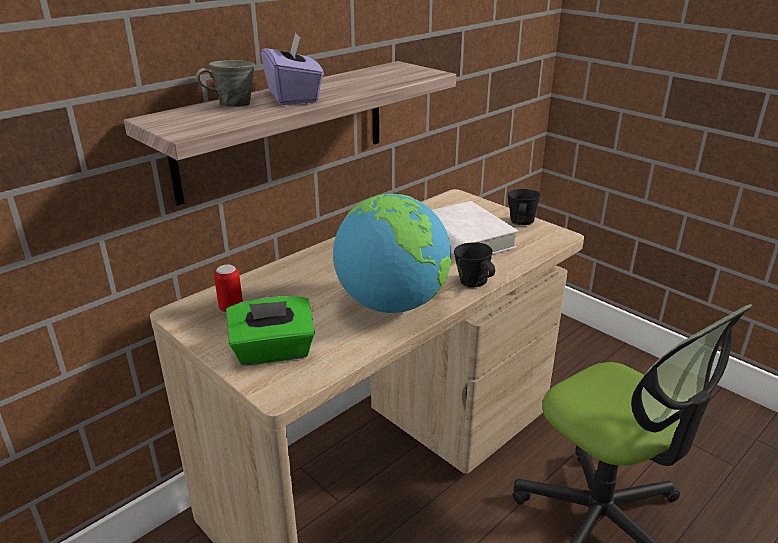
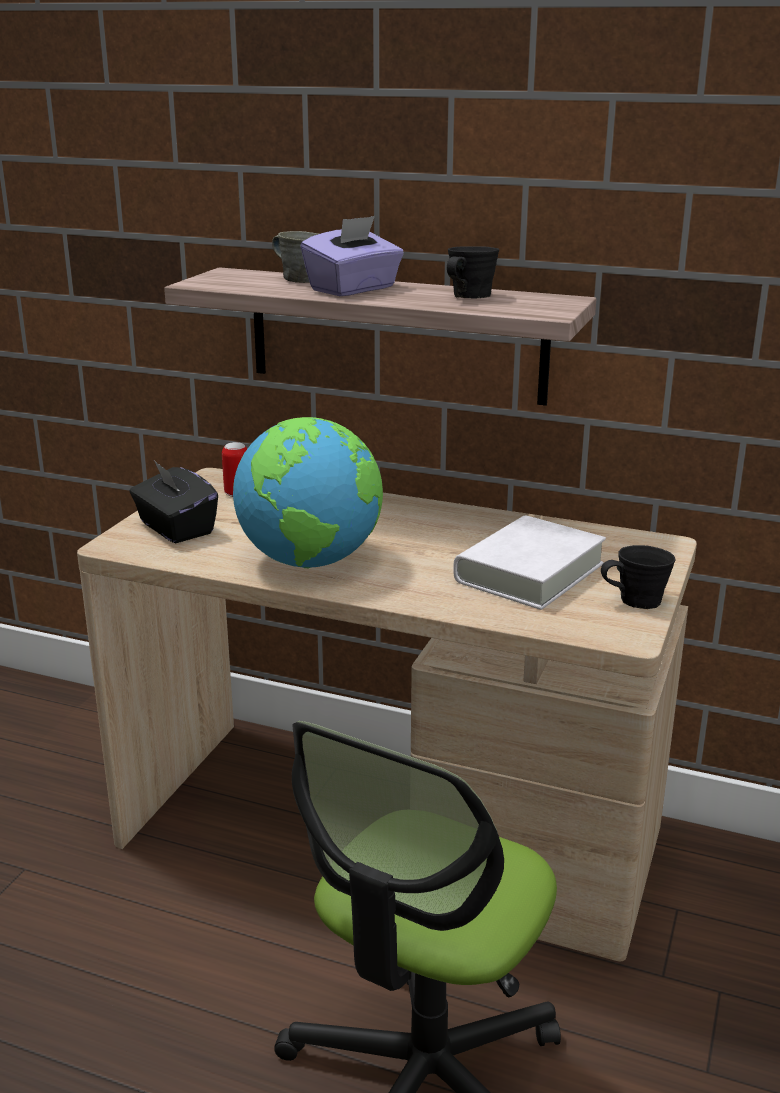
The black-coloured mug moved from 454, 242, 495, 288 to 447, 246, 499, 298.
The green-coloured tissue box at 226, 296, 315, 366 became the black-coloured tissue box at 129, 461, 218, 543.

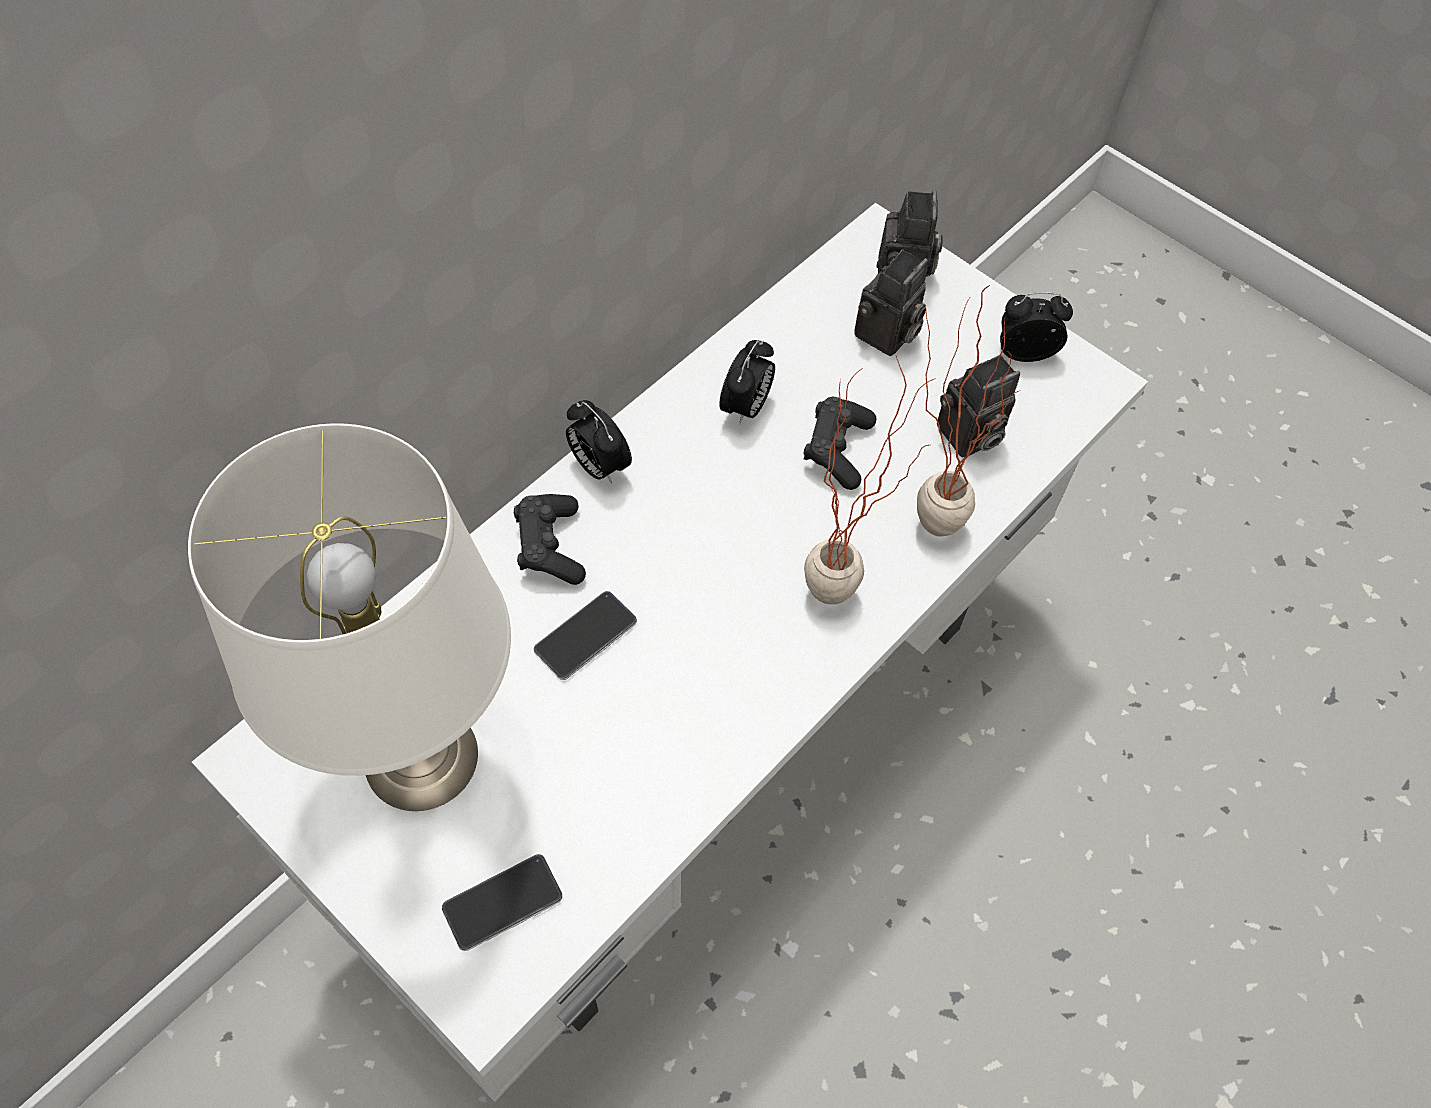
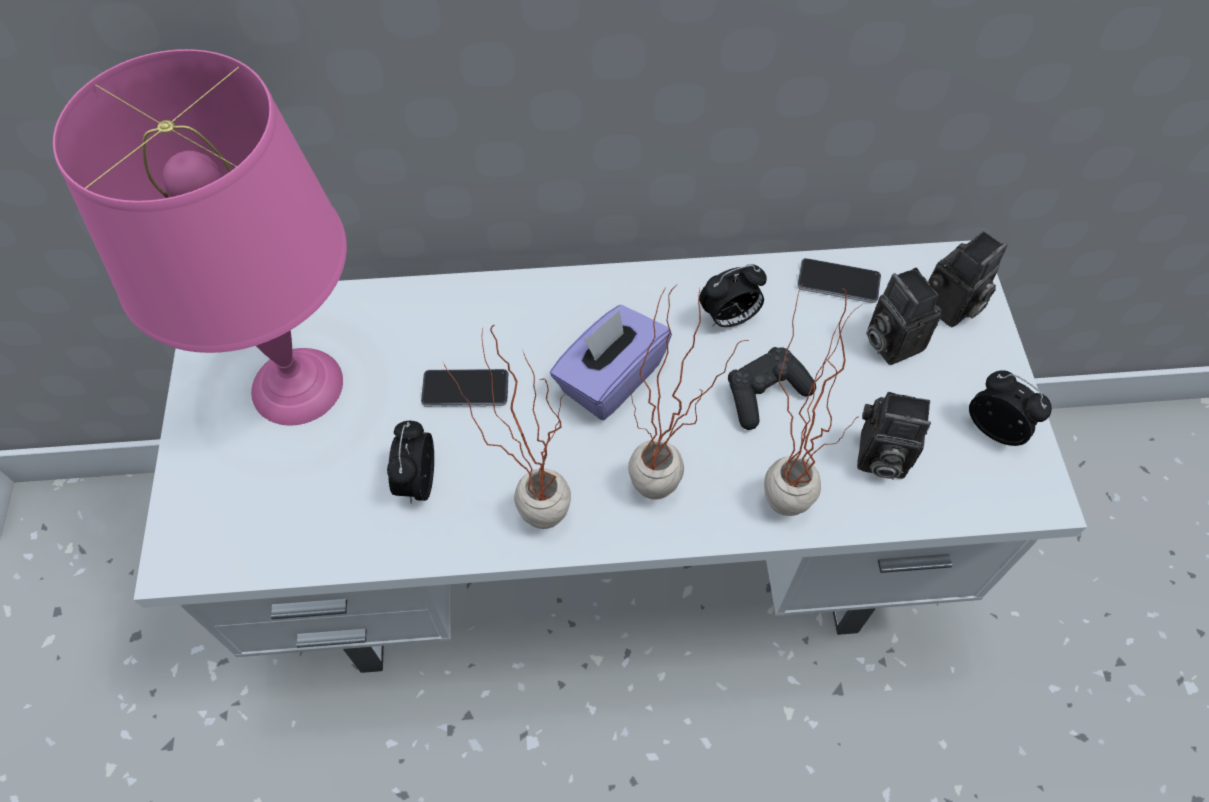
The still camera at 854, 249, 928, 356 turned 75 degrees clockwise.
The bedside clock moved from 566, 400, 632, 484 to 387, 421, 434, 504.
The whitish table lamp at 188, 423, 511, 811 became the pink table lamp at 53, 49, 347, 425.
The black-coloured gamepad at 514, 494, 586, 585 disappeared.
The phone moved from 442, 854, 563, 951 to 797, 258, 881, 303.
The purple tissue box at 550, 305, 672, 420 appeared.
The houseplant at 443, 325, 571, 529 appeared.

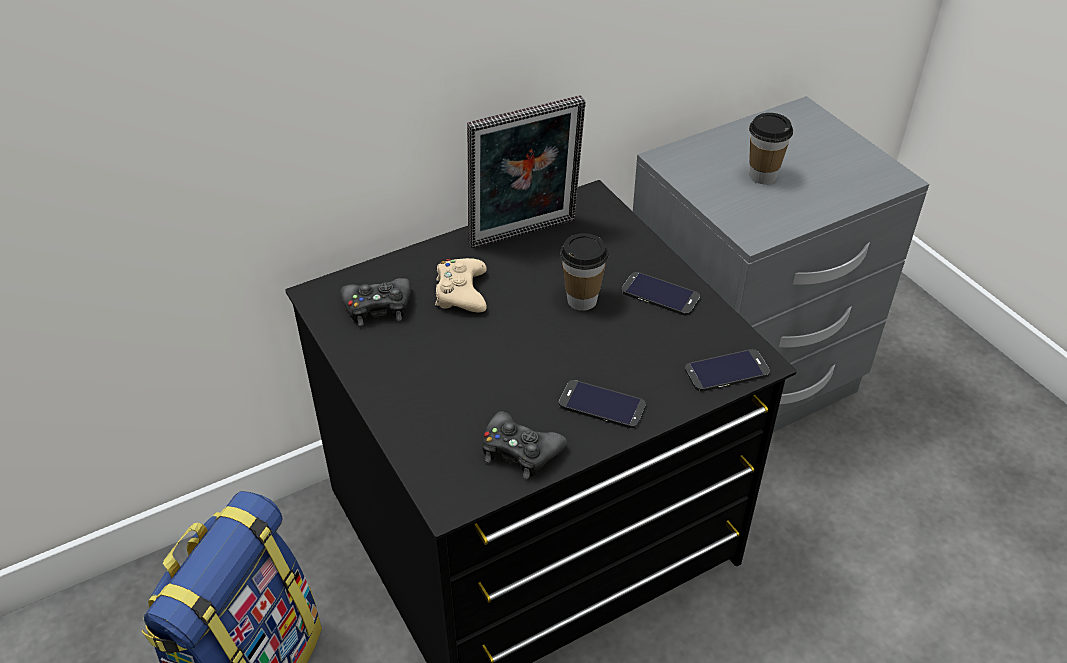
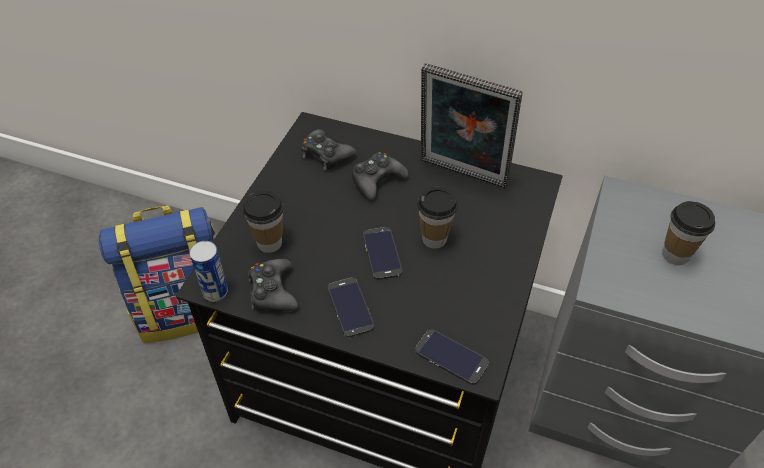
The sand-coloured gamepad at 435, 258, 487, 312 became the black-coloured gamepad at 352, 152, 409, 200.
The phone moved from 622, 272, 700, 315 to 363, 227, 402, 280.
The small cup at 243, 191, 284, 253 appeared.
The metal can at 189, 241, 228, 302 appeared.

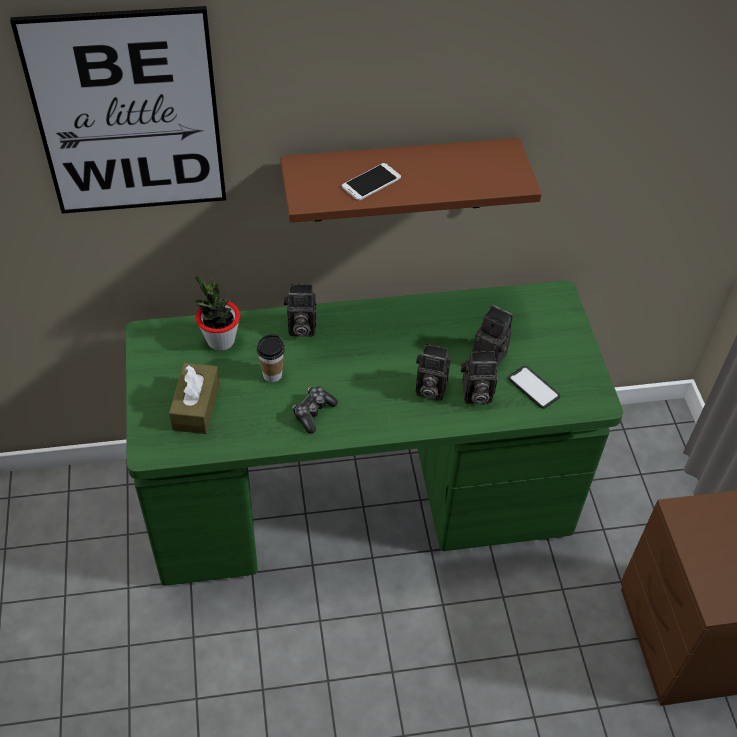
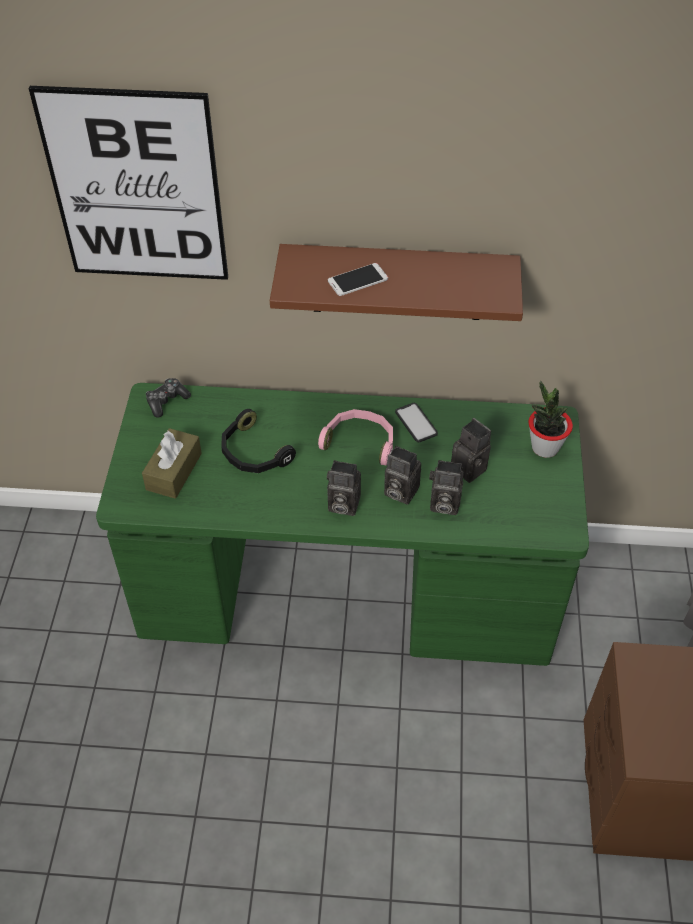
The houseplant moved from 195, 274, 240, 351 to 529, 381, 573, 458.
The still camera moved from 284, 284, 316, 337 to 327, 460, 361, 516.
The small cup at 257, 334, 285, 382 was replaced by the black-coloured headset at 221, 409, 296, 473.
The phone moved from 508, 366, 560, 409 to 395, 403, 438, 442.
The gamepad moved from 292, 386, 338, 433 to 146, 378, 191, 418.
The pink headset at 318, 409, 393, 465 appeared.

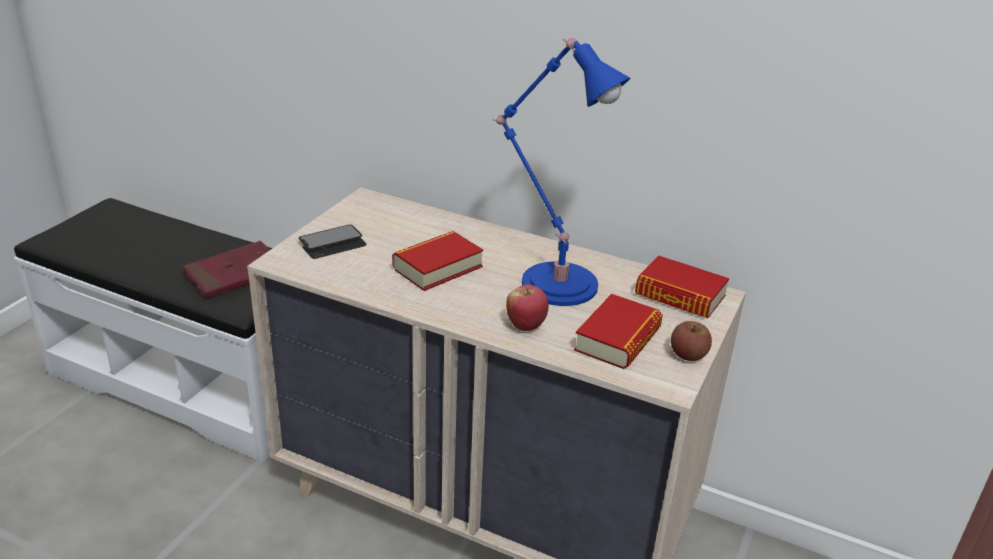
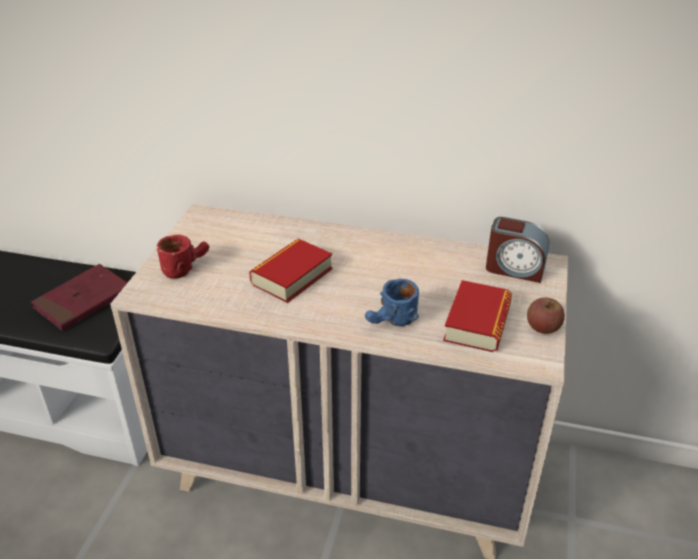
The blue-coloured table lamp at 492, 38, 631, 306 disappeared.
The phone at 299, 224, 366, 259 was replaced by the reddish mug at 157, 235, 209, 278.
The book at 635, 255, 729, 318 was replaced by the bedside clock at 486, 217, 549, 283.
The apple fruit at 506, 284, 548, 331 was replaced by the blue-coloured mug at 365, 279, 419, 326.

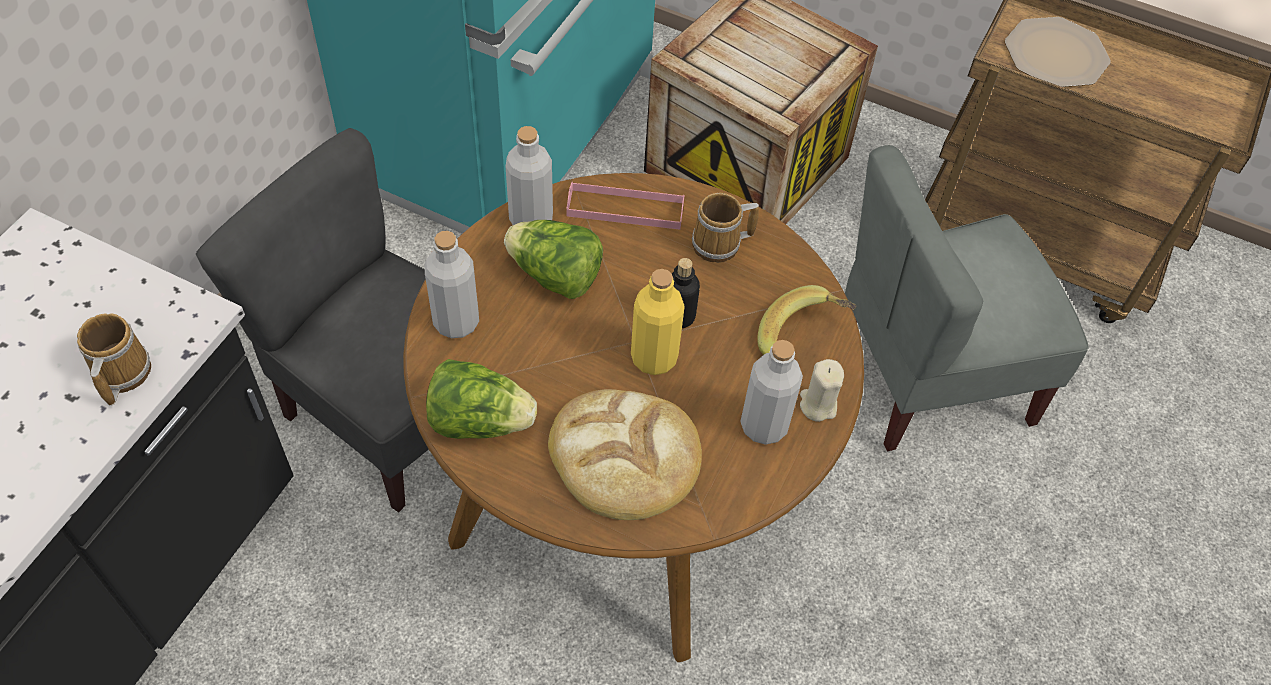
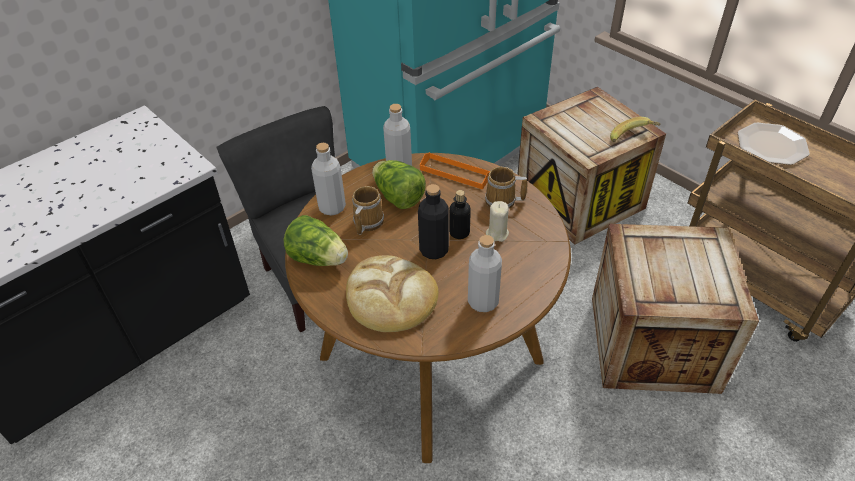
The greyish plain chair at 845, 145, 1089, 452 was replaced by the packing crate at 592, 224, 759, 394.
The pink tray at 566, 182, 685, 230 became the orangey tray at 420, 152, 490, 189.
The yellow-coloured drink bottle at 631, 269, 685, 375 became the black-coloured drink bottle at 418, 184, 449, 259.
The whole banana moved from 757, 285, 857, 355 to 610, 117, 661, 142.
The mug moved from 77, 313, 151, 406 to 352, 186, 384, 235.
The sand-coloured candle moved from 800, 359, 844, 422 to 486, 201, 509, 242.

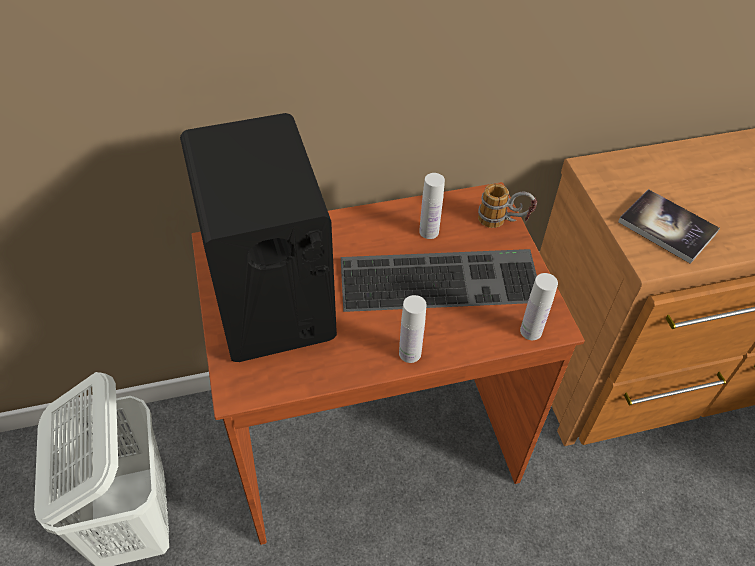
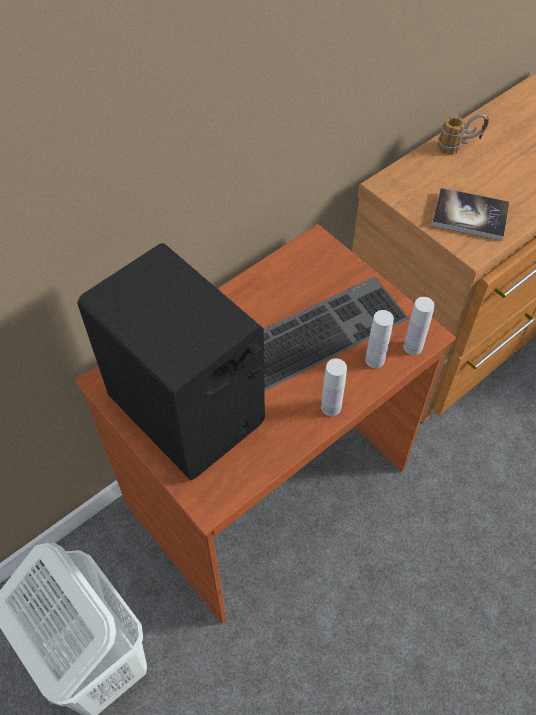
The whitish drink bottle moved from 419, 173, 445, 239 to 365, 310, 394, 368.
The mug moved from 478, 183, 537, 228 to 438, 114, 489, 155.

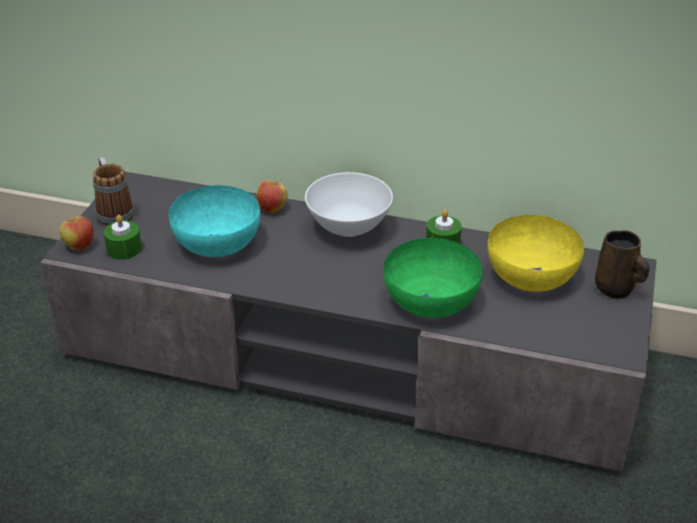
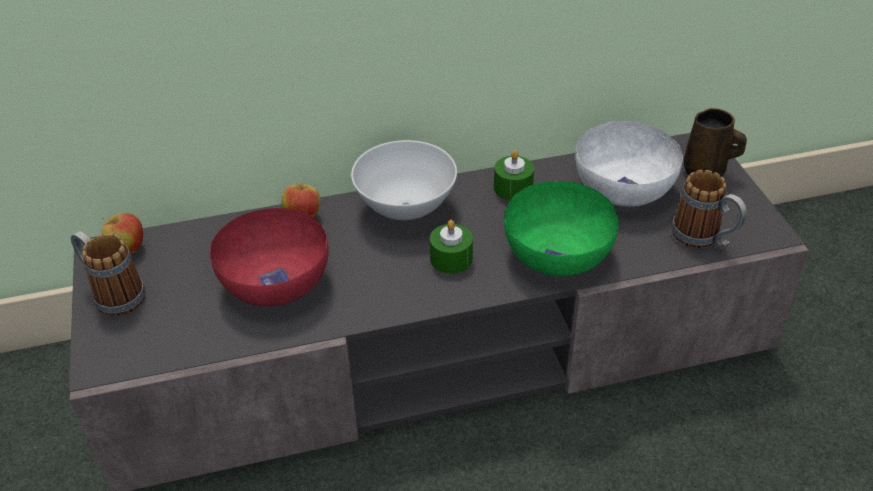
The turquoise bowl at 169, 185, 260, 257 became the reddish bowl at 210, 208, 329, 306.
The apple fruit moved from 59, 215, 93, 250 to 101, 213, 143, 254.
The green-coloured candle moved from 104, 215, 142, 260 to 430, 220, 473, 274.
The yellow-coloured bowl at 488, 215, 584, 292 became the whitish bowl at 575, 121, 683, 207.
The mug at 672, 170, 747, 249 appeared.

